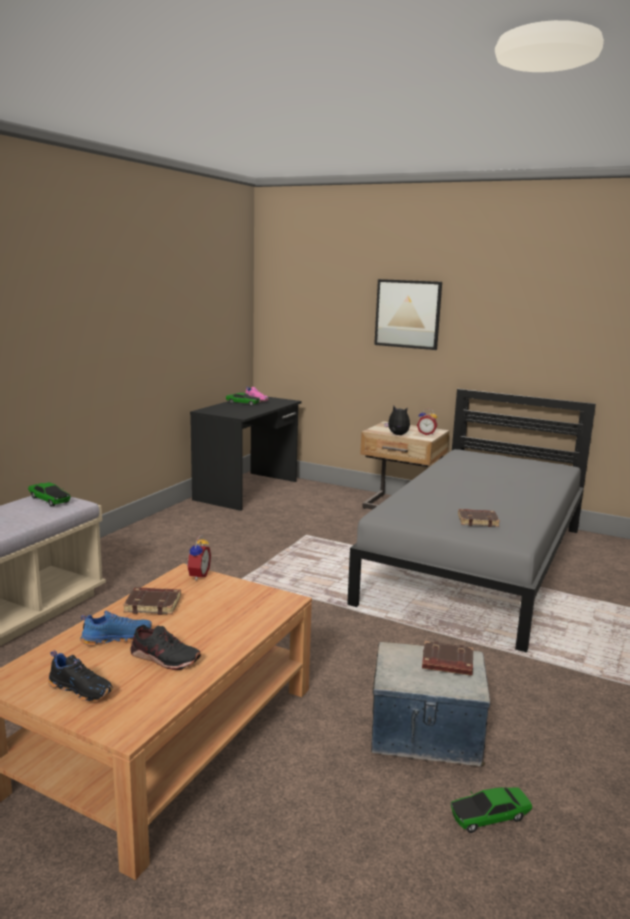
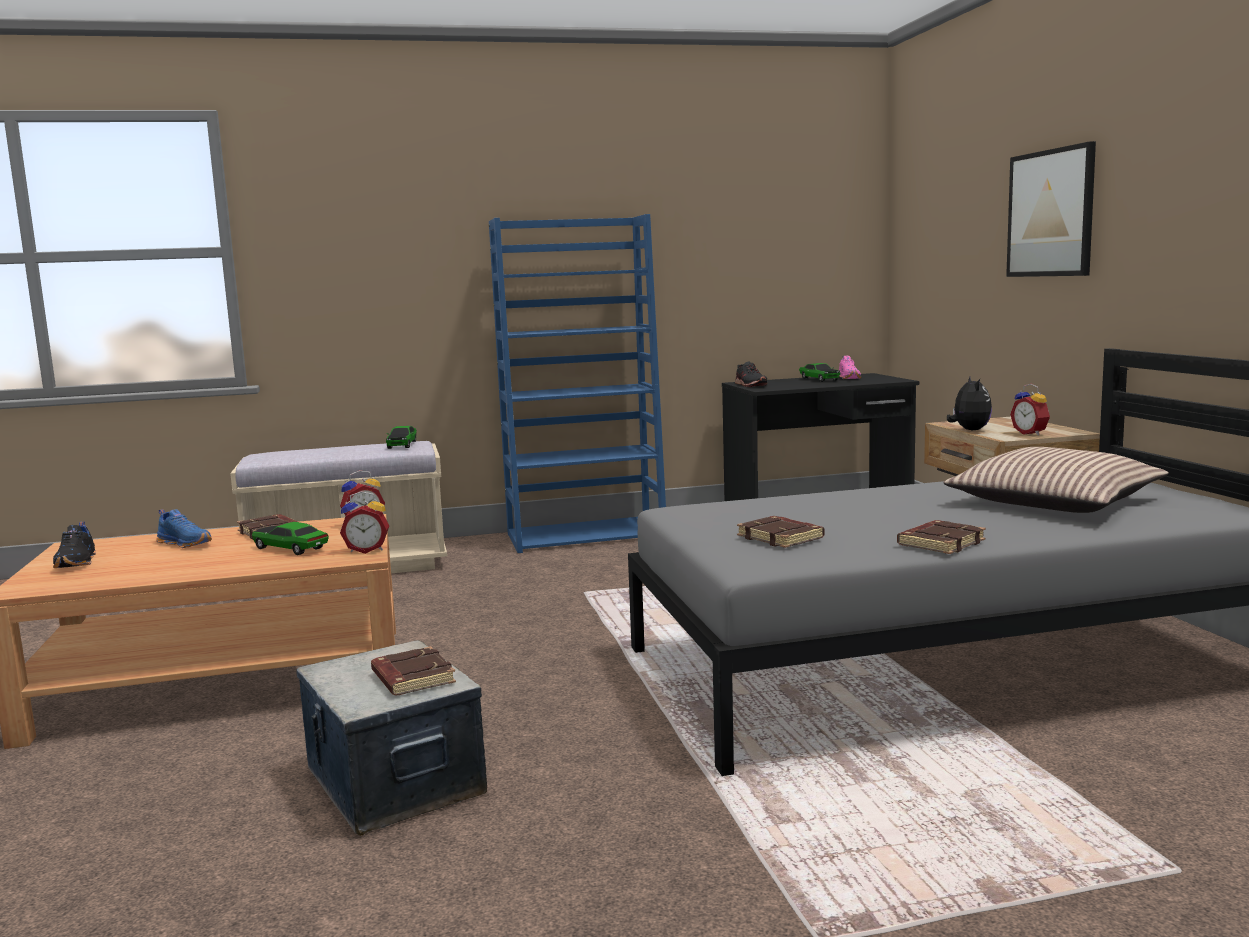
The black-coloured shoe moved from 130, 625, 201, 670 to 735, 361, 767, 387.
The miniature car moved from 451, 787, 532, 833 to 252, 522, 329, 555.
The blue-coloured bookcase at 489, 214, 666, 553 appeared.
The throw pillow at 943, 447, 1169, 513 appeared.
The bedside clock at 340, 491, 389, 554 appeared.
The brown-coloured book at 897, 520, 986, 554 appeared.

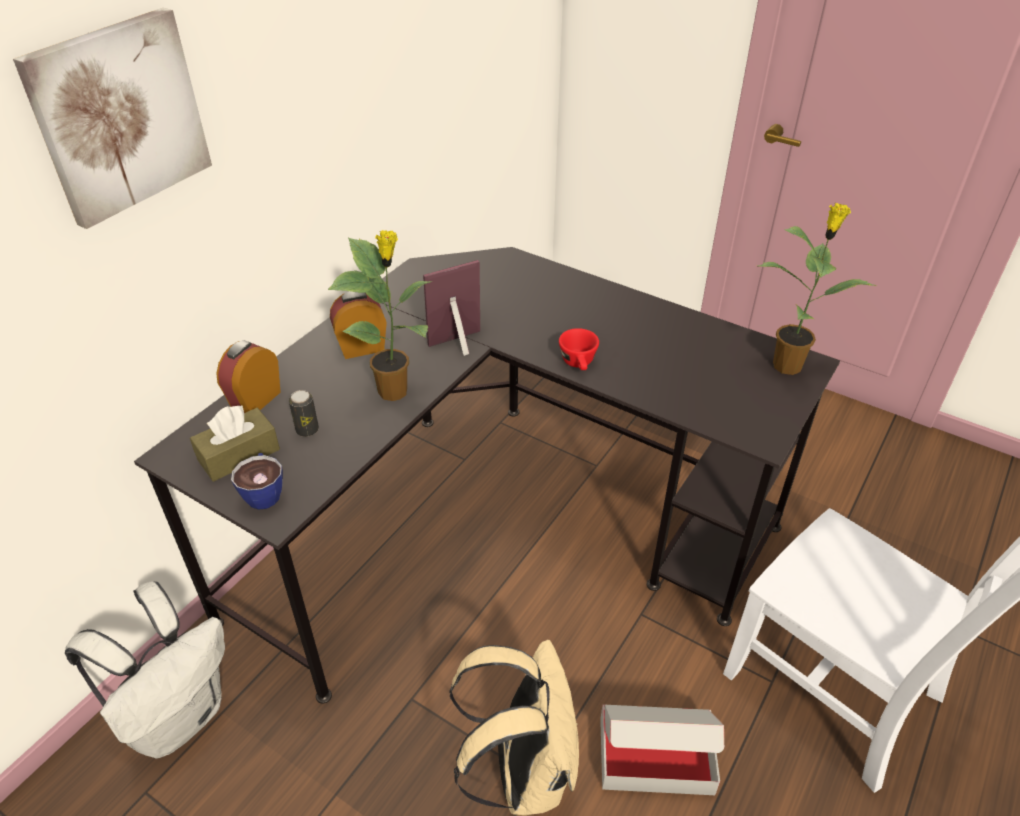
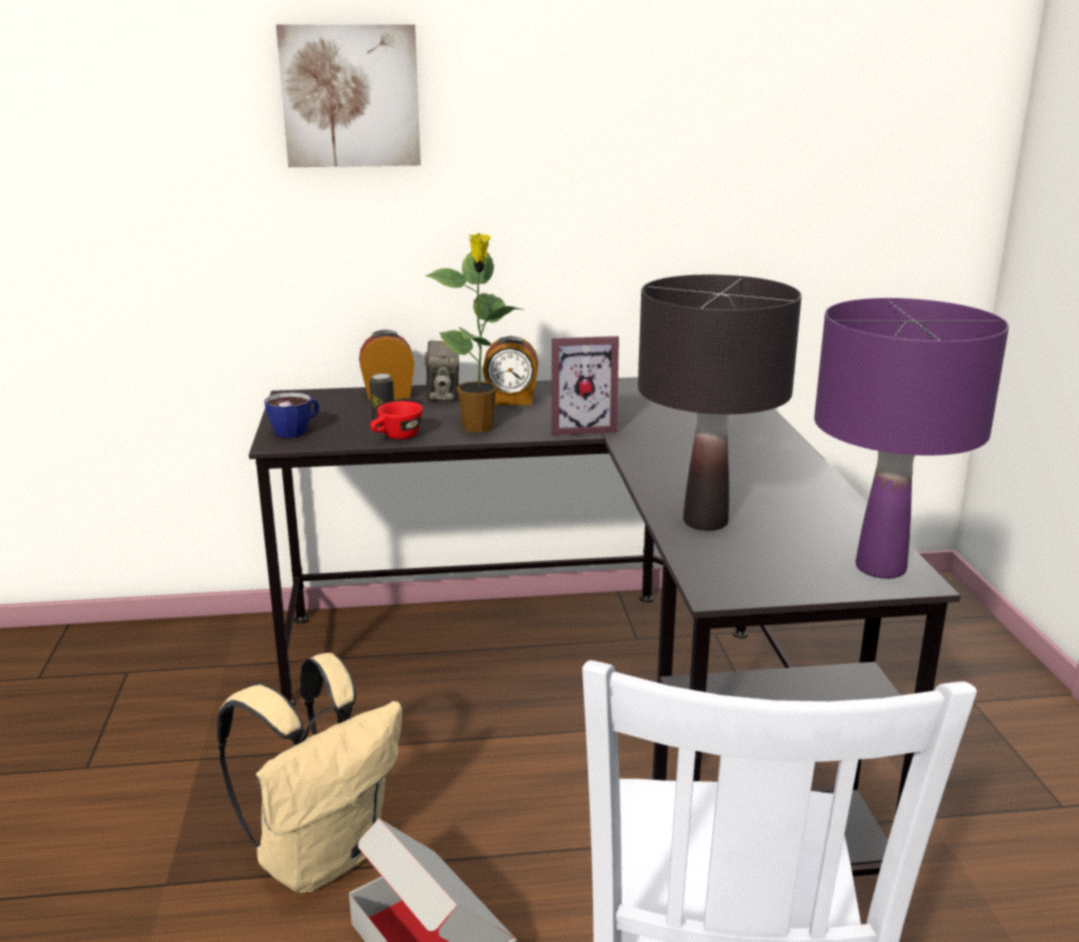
The houseplant at 758, 203, 877, 375 was replaced by the purple table lamp at 814, 298, 1009, 579.
The standing frame at 423, 260, 480, 356 turned 150 degrees clockwise.
The bedside clock at 330, 291, 387, 359 turned 150 degrees clockwise.
The reddish small cup moved from 559, 328, 599, 370 to 370, 401, 423, 439.
The brown-coloured tissue box at 190, 406, 280, 482 disappeared.
The whitish rucksack at 65, 581, 225, 759 disappeared.
The black-coloured table lamp at 638, 275, 802, 531 appeared.
The still camera at 424, 340, 459, 402 appeared.

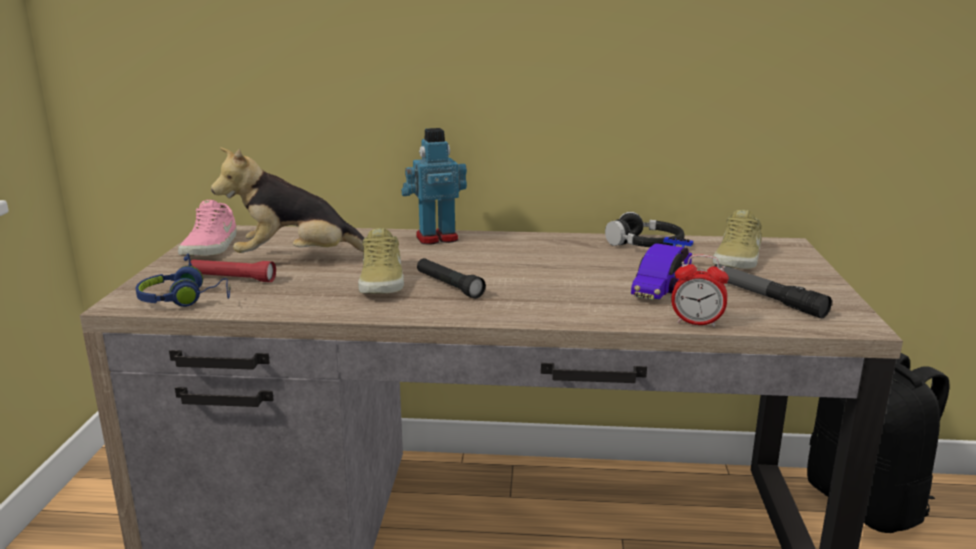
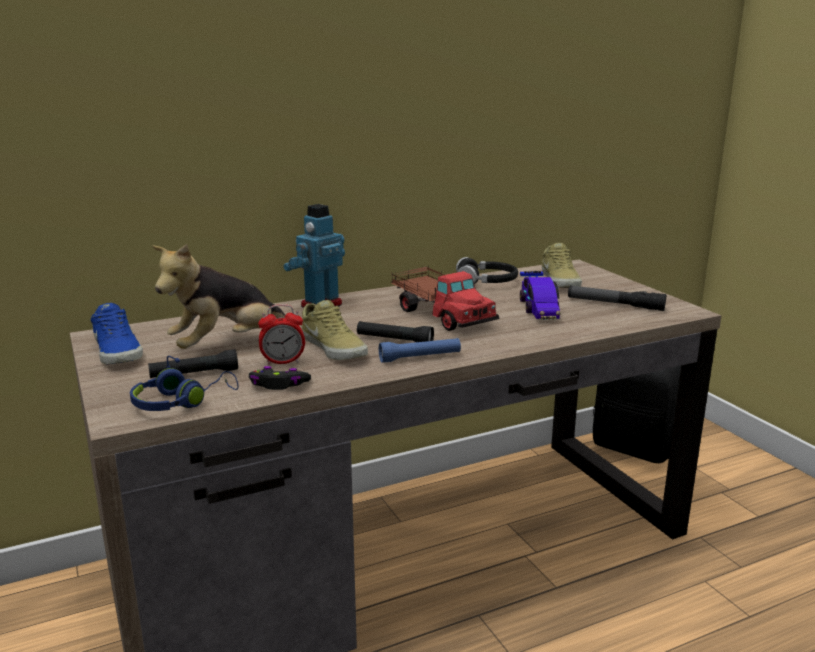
The pink shoe at 178, 200, 237, 256 became the blue-coloured shoe at 91, 303, 143, 364.
The bedside clock moved from 671, 254, 729, 327 to 258, 304, 305, 365.
The reddish flashlight at 191, 259, 276, 282 became the black-coloured flashlight at 148, 349, 238, 378.
The model truck at 391, 265, 499, 331 appeared.
The blue-coloured flashlight at 379, 338, 461, 363 appeared.
The black-coloured gamepad at 249, 366, 311, 390 appeared.

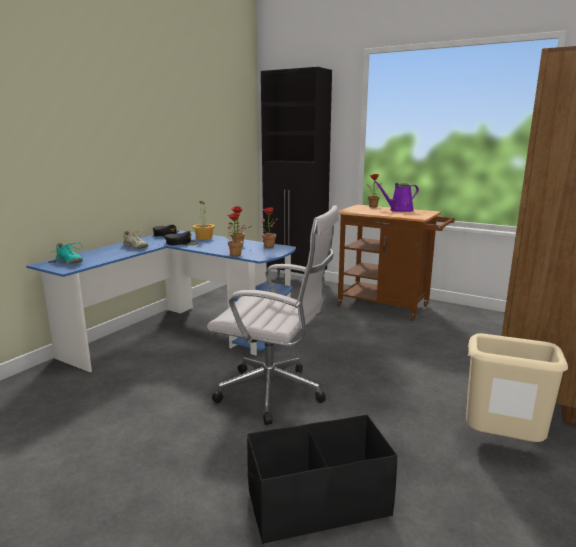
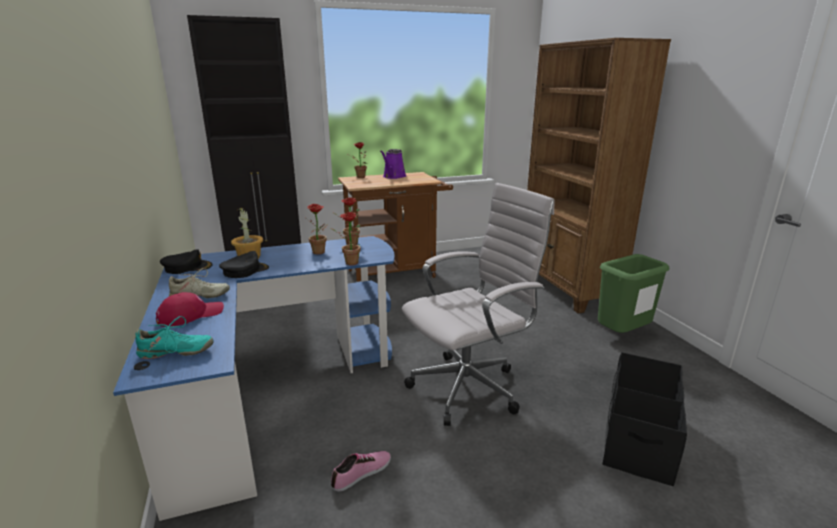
The sand-coloured trash can at 466, 333, 568, 442 became the green-coloured trash can at 598, 254, 669, 333.
The reddish cap at 156, 292, 224, 327 appeared.
The shoe at 331, 451, 391, 492 appeared.

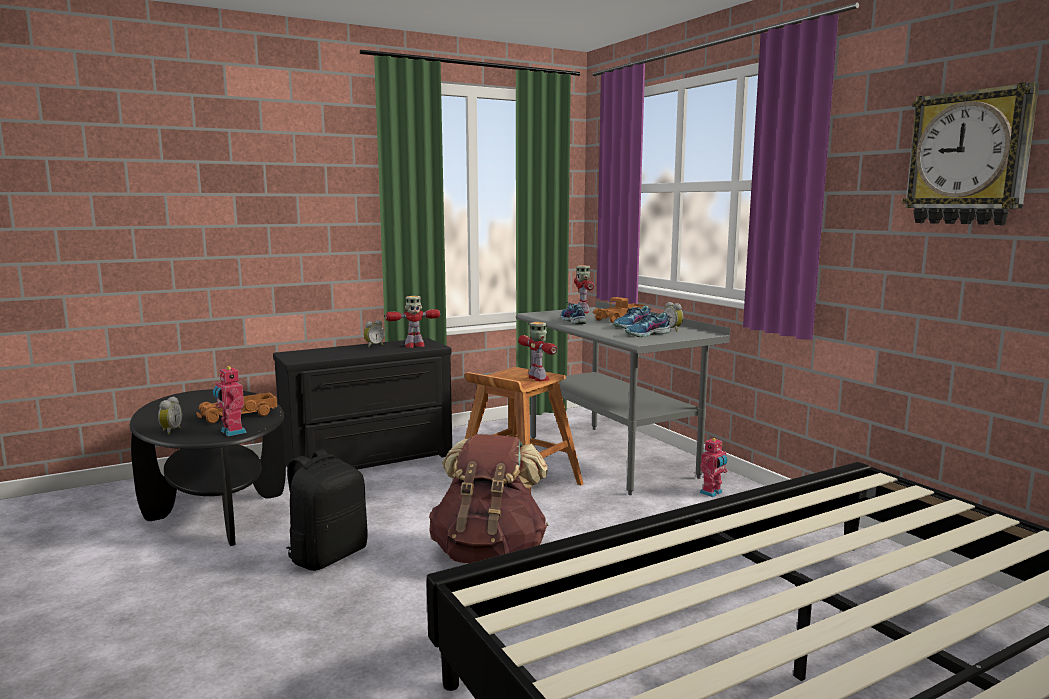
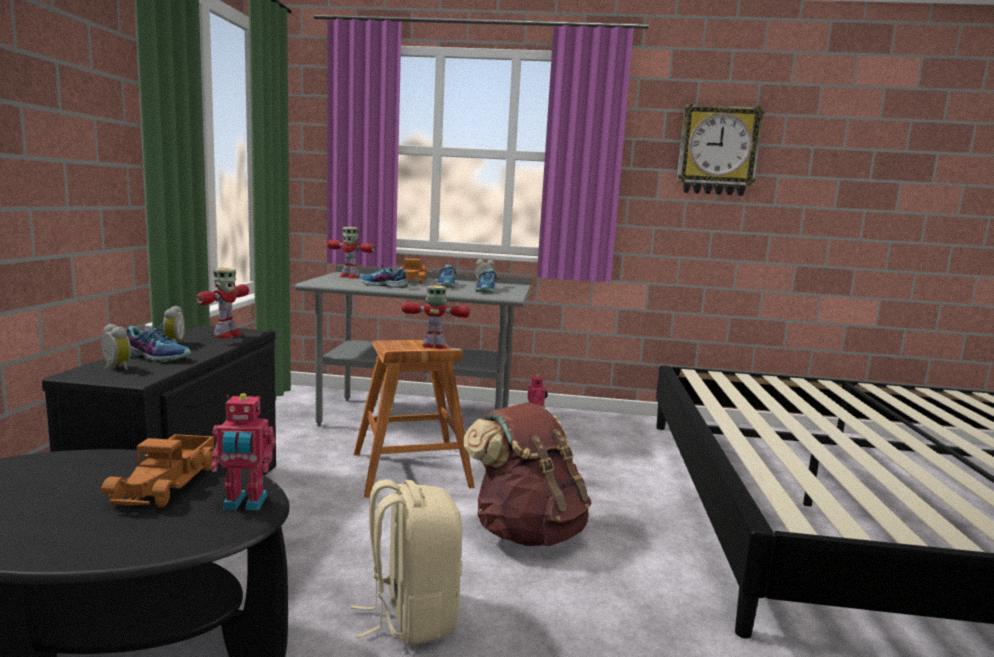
The bedside clock moved from 158, 396, 182, 434 to 102, 324, 131, 370.
The black-coloured rucksack at 286, 449, 368, 571 became the sand-coloured rucksack at 351, 479, 463, 646.
The shoe at 126, 323, 191, 363 appeared.

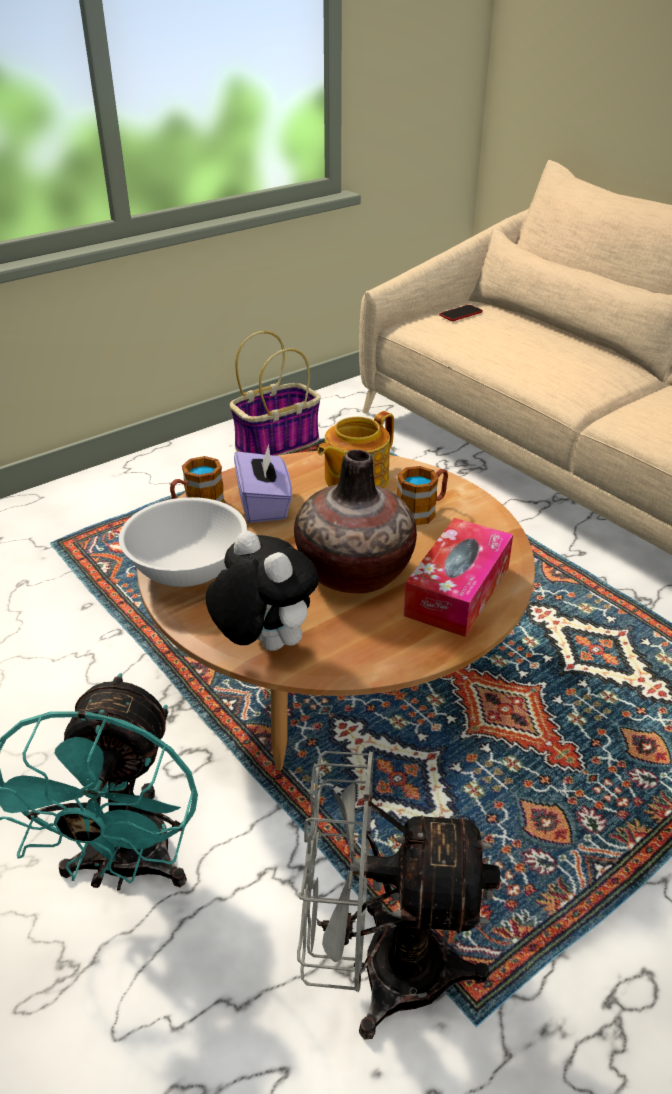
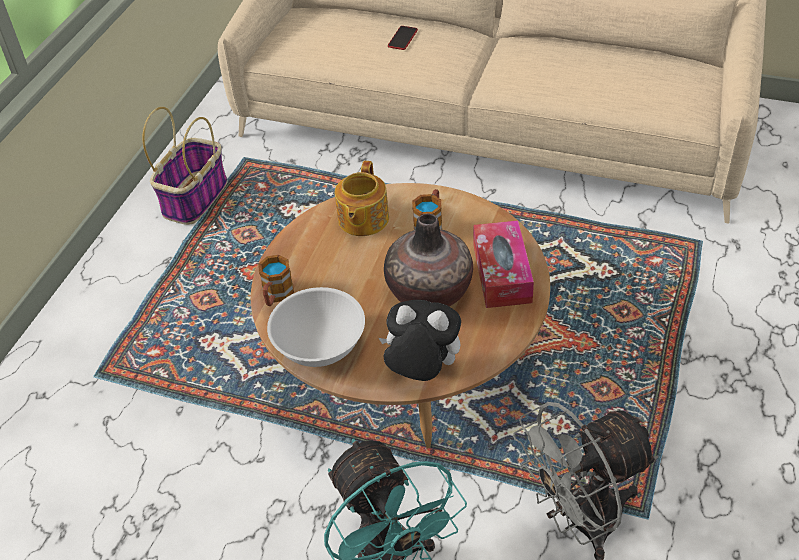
The phone moved from 439, 305, 483, 321 to 388, 26, 418, 50.
The purple tissue box at 234, 444, 292, 523 disappeared.

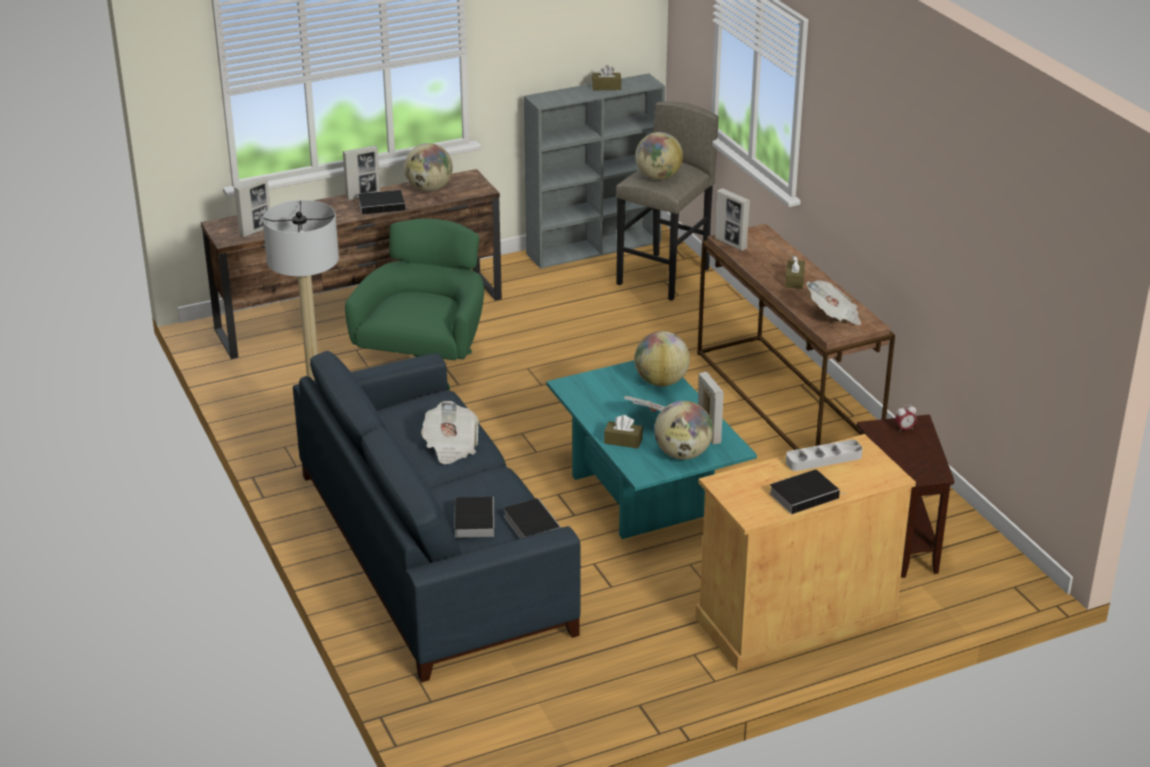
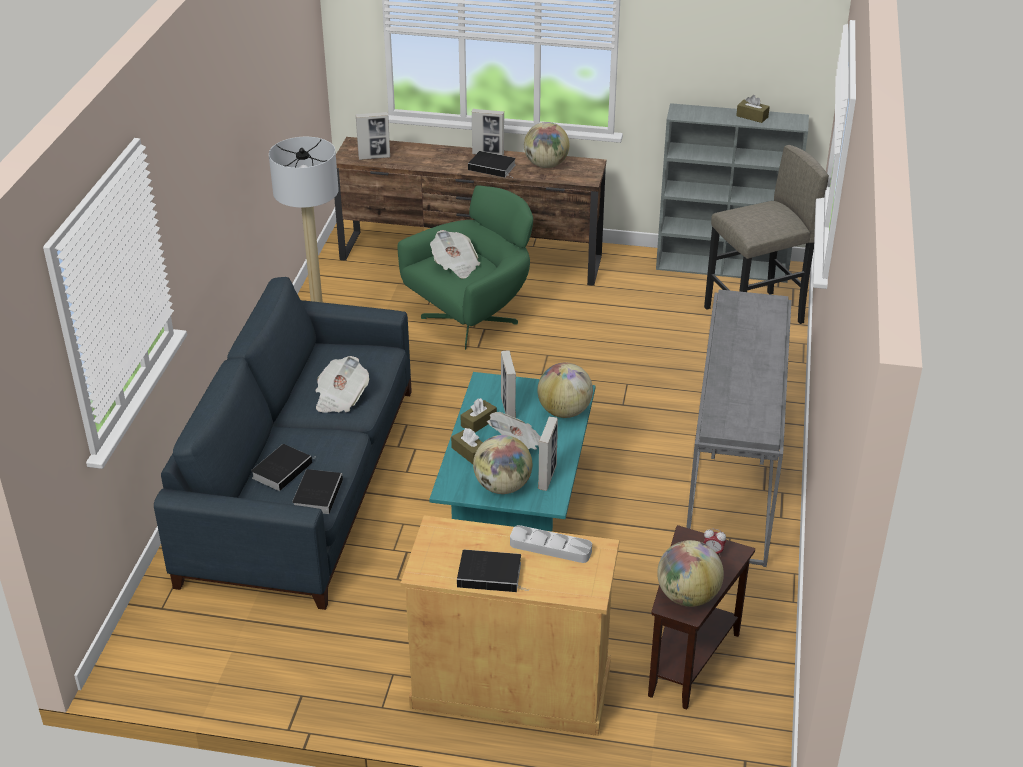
The desk globe moved from 635, 132, 683, 180 to 657, 540, 724, 607.
The standing frame moved from 715, 188, 750, 251 to 501, 350, 516, 418.
The brown-coloured console table at 697, 224, 895, 450 became the greyish console table at 686, 289, 792, 567.
The brown-coloured tissue box moved from 785, 255, 805, 289 to 460, 398, 497, 433.
The printed paper moved from 806, 280, 861, 325 to 430, 230, 481, 279.

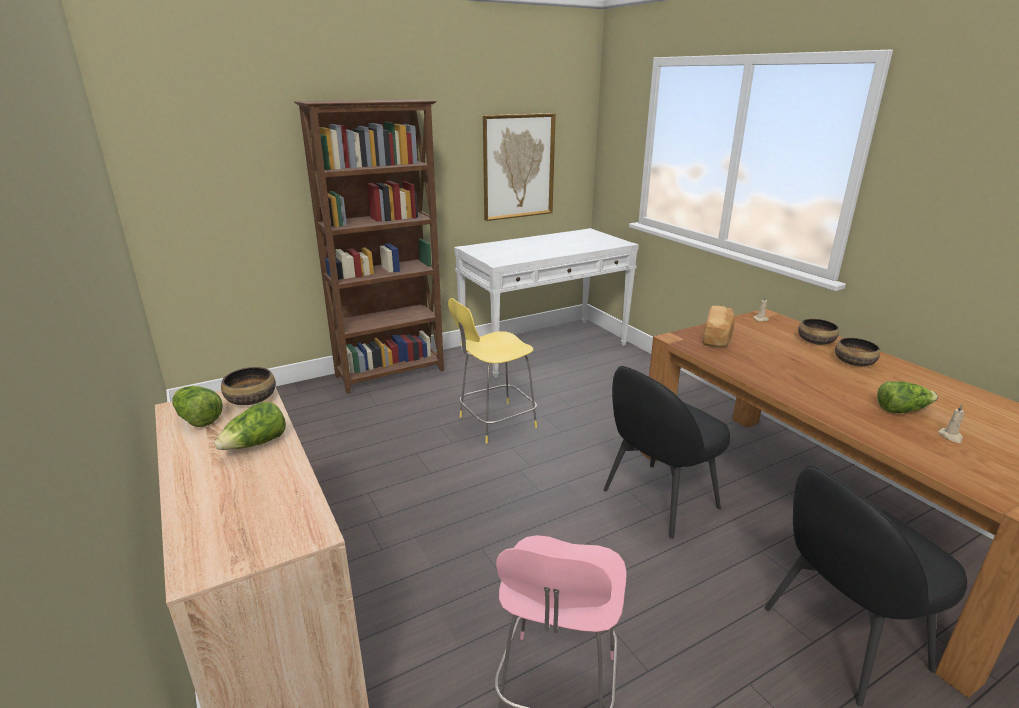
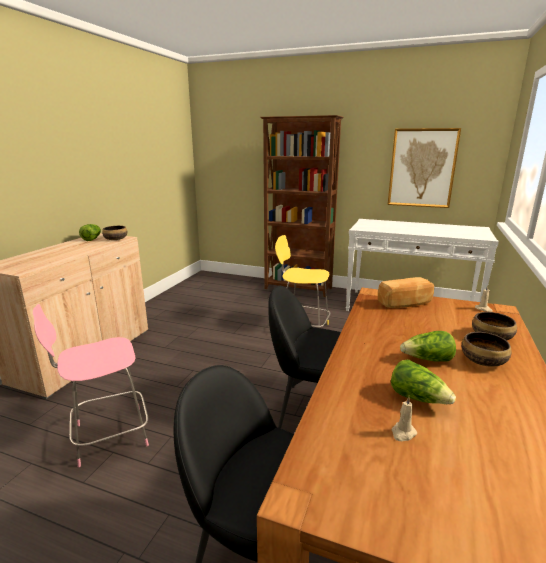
The head of lettuce moved from 214, 402, 286, 450 to 400, 331, 456, 362.

